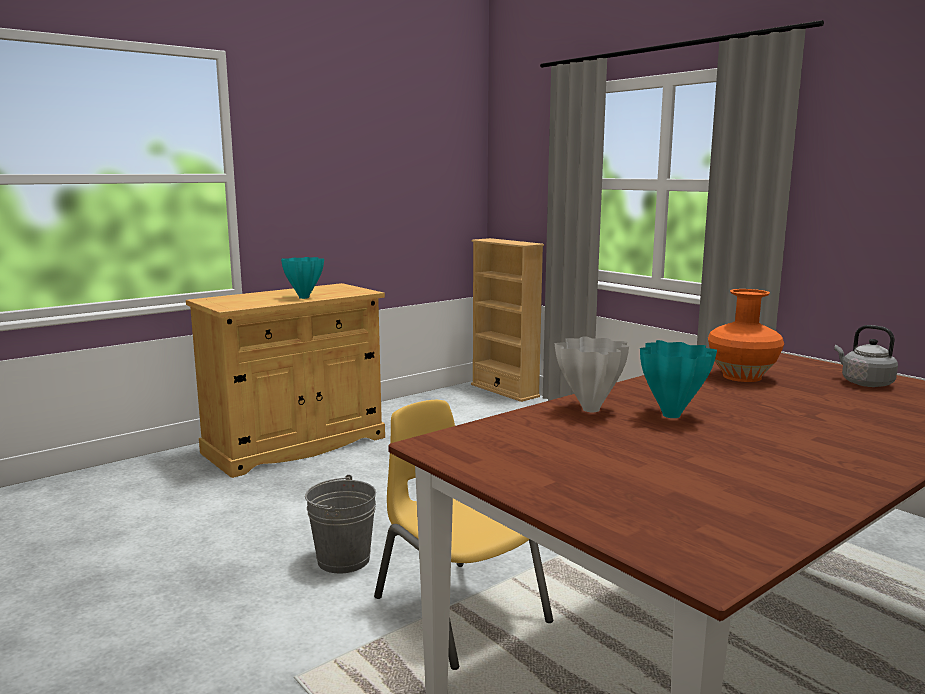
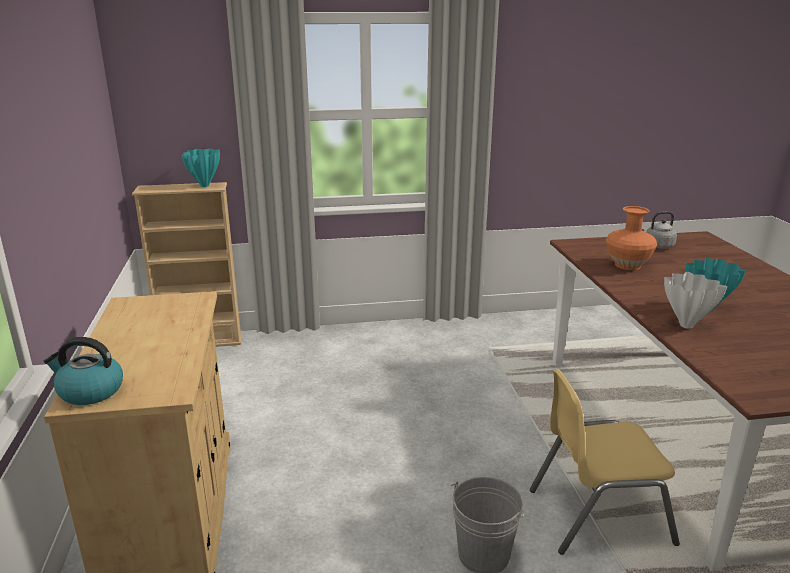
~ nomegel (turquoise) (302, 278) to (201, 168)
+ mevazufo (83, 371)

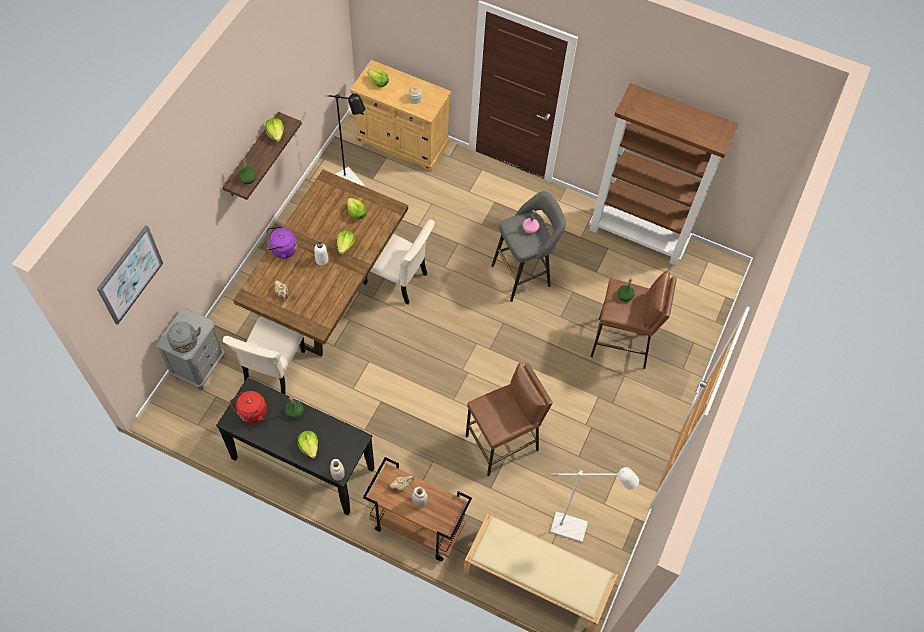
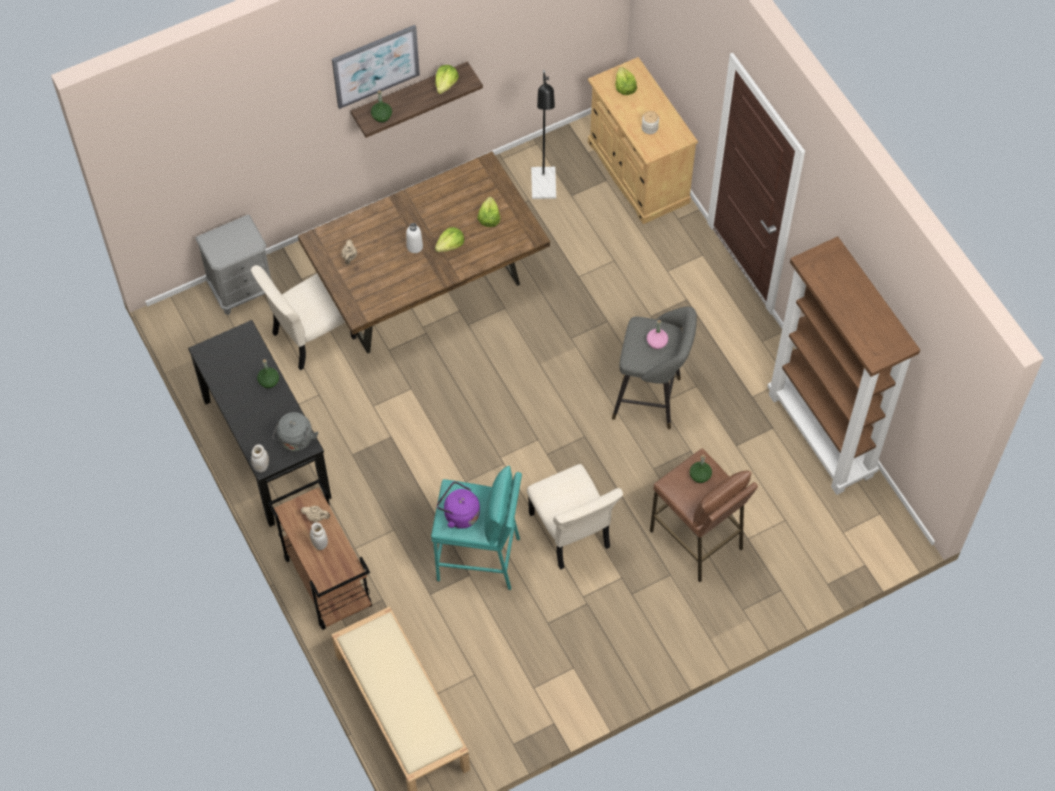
~ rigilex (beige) (399, 262) to (575, 517)
~ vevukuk (130, 275) to (376, 67)
~ mevazufo (purple) (281, 242) to (458, 505)
~ mevazufo (grey) (184, 337) to (295, 431)
~ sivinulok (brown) (509, 419) to sivinulok (turquoise) (476, 528)
- mevazufo (red) (248, 407)
- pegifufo (308, 445)
- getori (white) (594, 504)

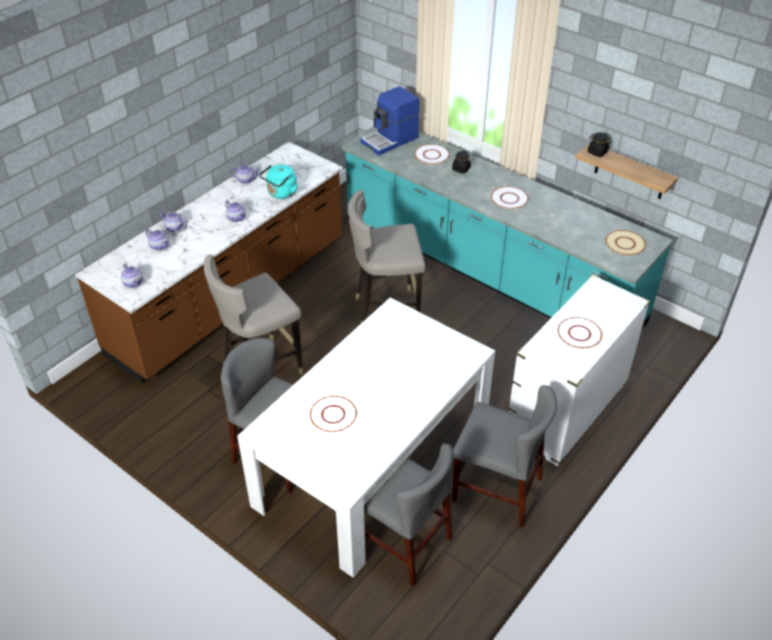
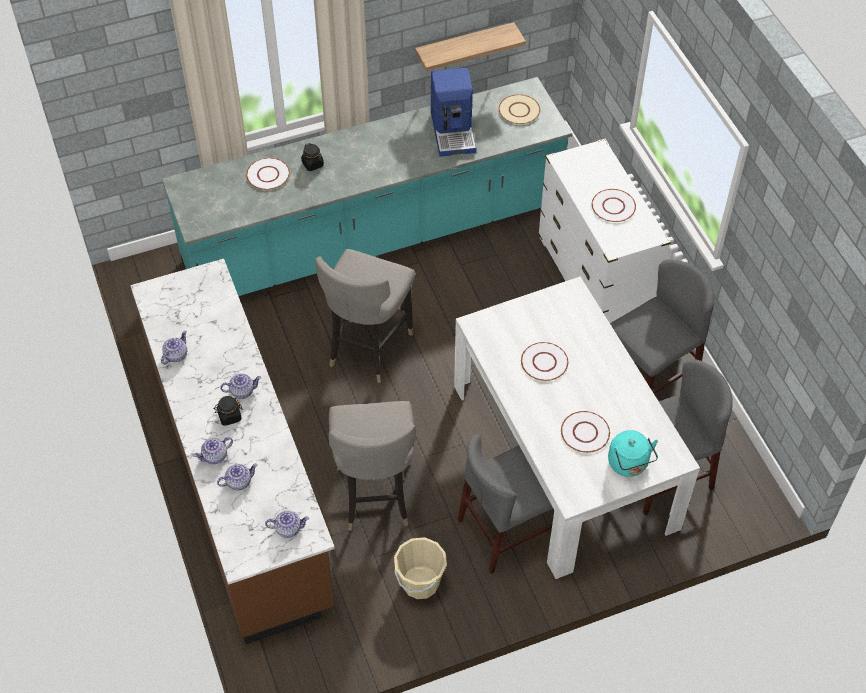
~ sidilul (390, 121) to (453, 112)
~ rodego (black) (599, 144) to (228, 411)
~ mevazufo (turquoise) (278, 182) to (633, 453)
~ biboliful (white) (509, 197) to (544, 361)
+ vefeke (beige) (420, 568)

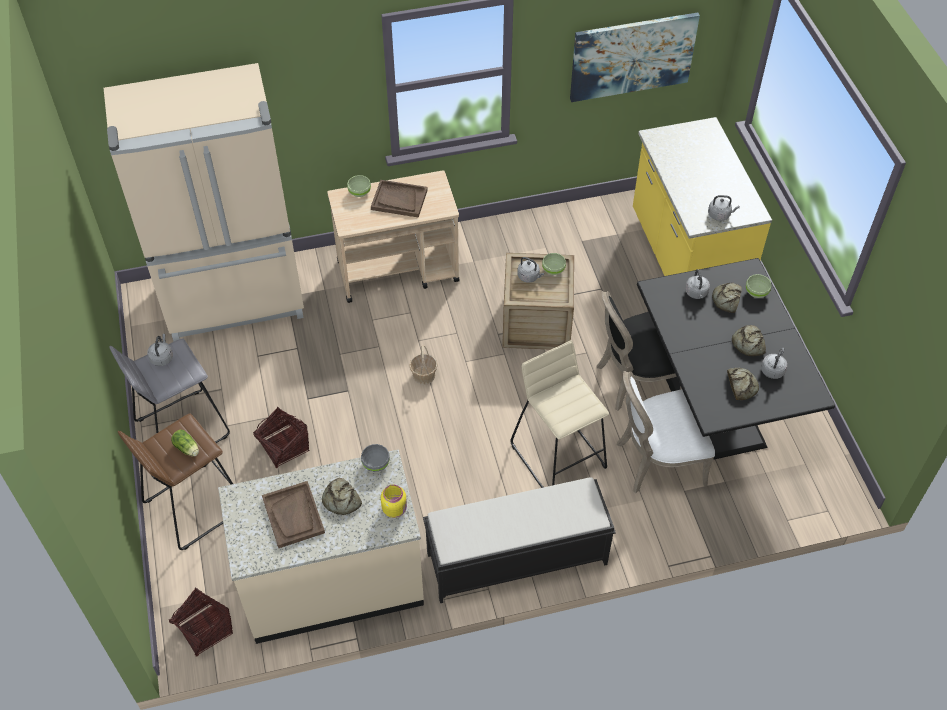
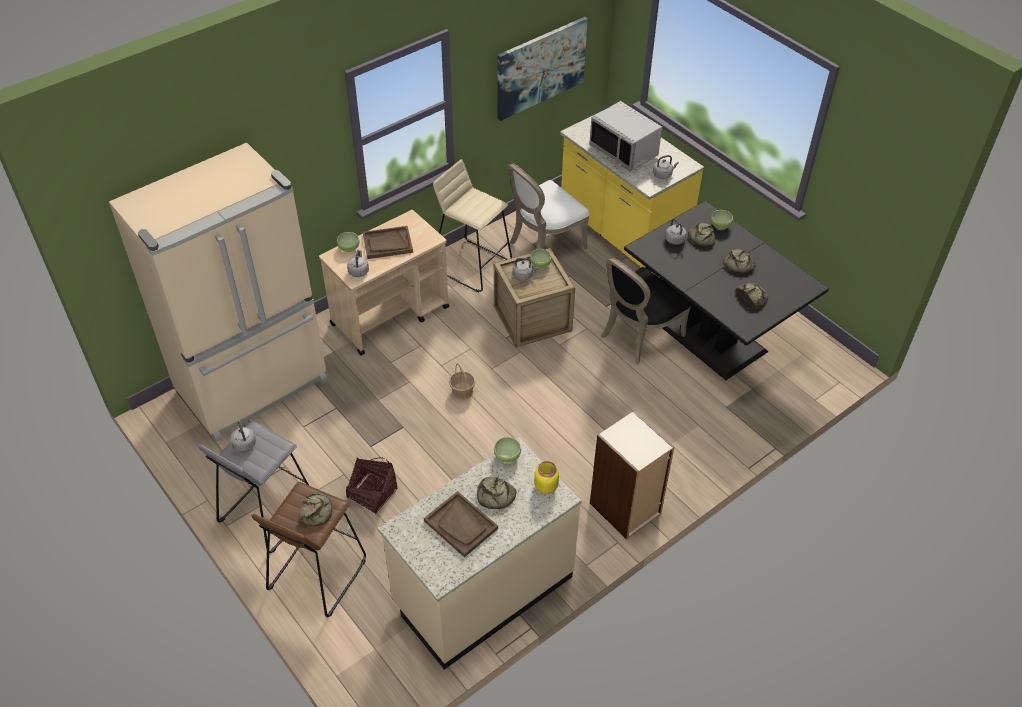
~ sivinulok (beige) (559, 414) to (472, 225)
~ mevazufo (grey) (774, 363) to (358, 263)
~ rigilex (white) (666, 432) to (548, 206)
~ pegifufo (185, 443) to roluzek (315, 509)
~ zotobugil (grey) (375, 458) to zotobugil (green) (507, 450)
~ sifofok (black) (519, 540) to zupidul (632, 475)
- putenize (201, 622)
+ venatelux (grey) (625, 136)

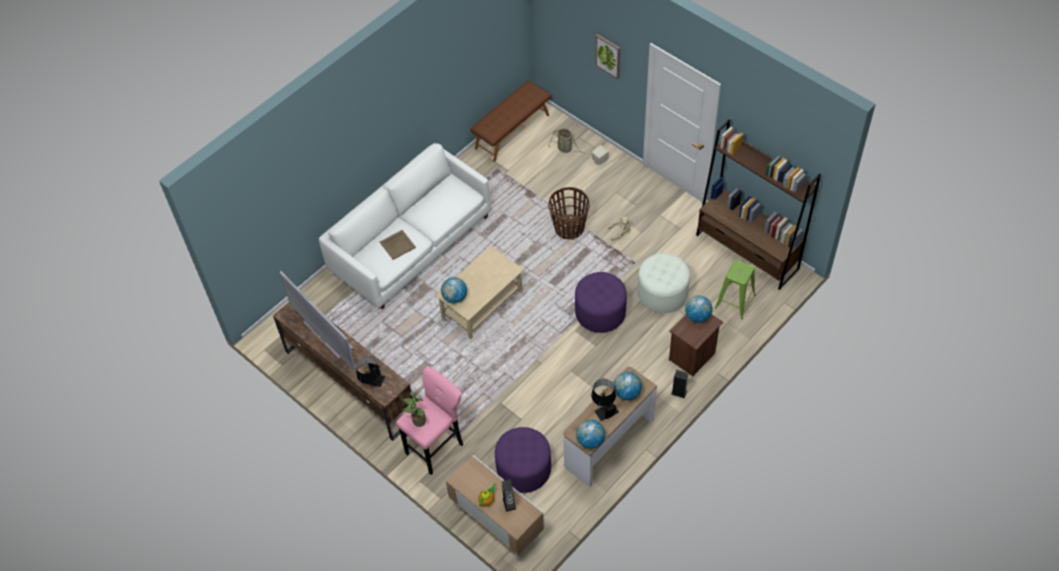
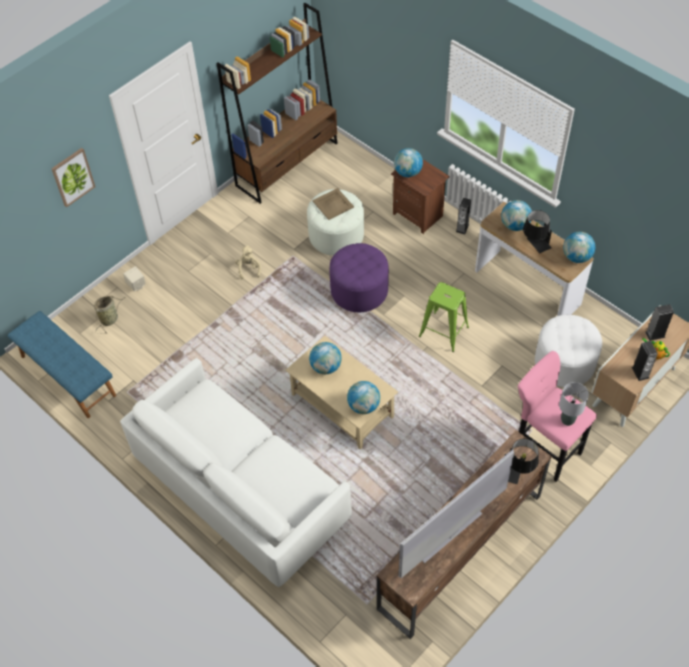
~ sifofok (brown) (510, 121) to sifofok (blue) (62, 364)
- putenize (569, 213)
~ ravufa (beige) (398, 245) to (333, 204)
~ sivinulok (green) (735, 289) to (444, 317)
~ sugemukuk (413, 409) to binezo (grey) (574, 404)
~ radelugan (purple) (523, 460) to radelugan (white) (568, 351)
+ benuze (645, 361)
+ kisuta (325, 358)

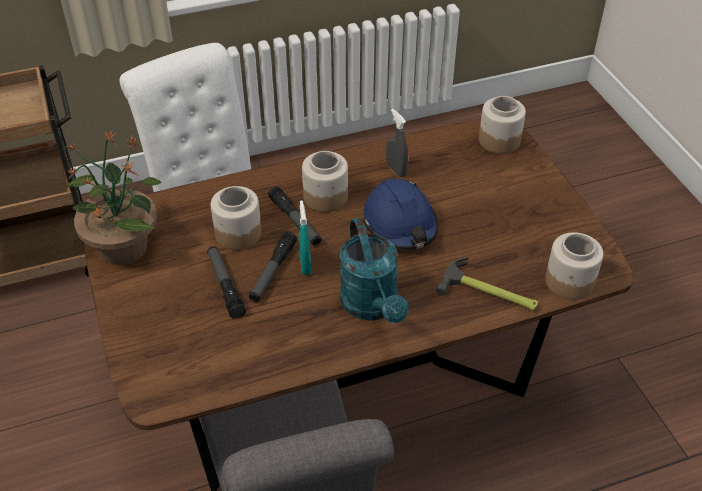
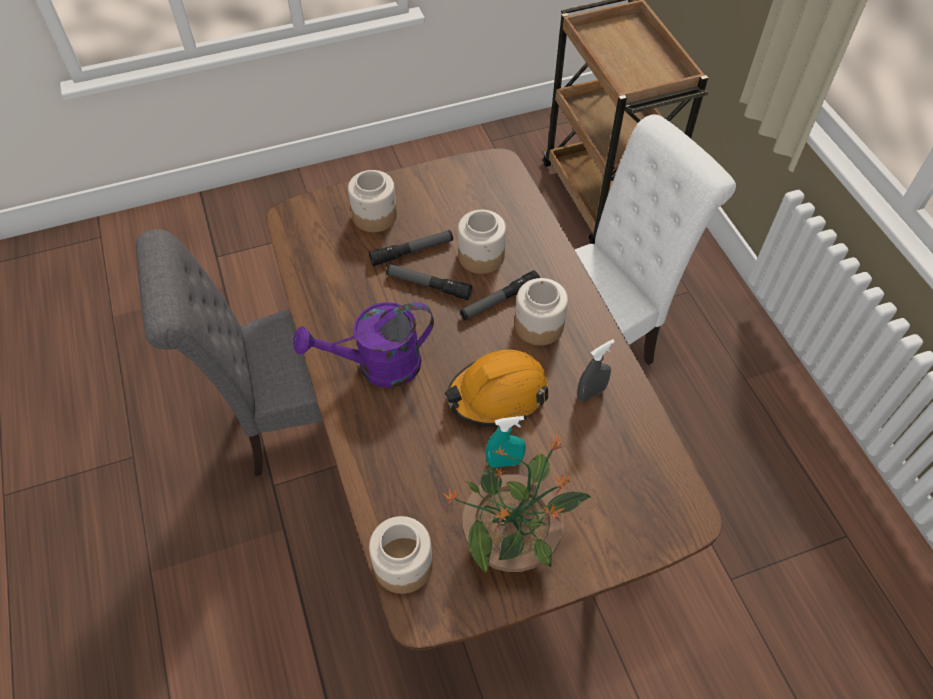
~ rodego (502, 125) to (372, 201)
~ sugemukuk (114, 197) to (517, 503)
~ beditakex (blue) (400, 214) to beditakex (orange) (496, 388)
~ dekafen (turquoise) (305, 237) to (506, 442)
~ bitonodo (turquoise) (374, 270) to bitonodo (purple) (363, 345)
- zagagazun (487, 284)

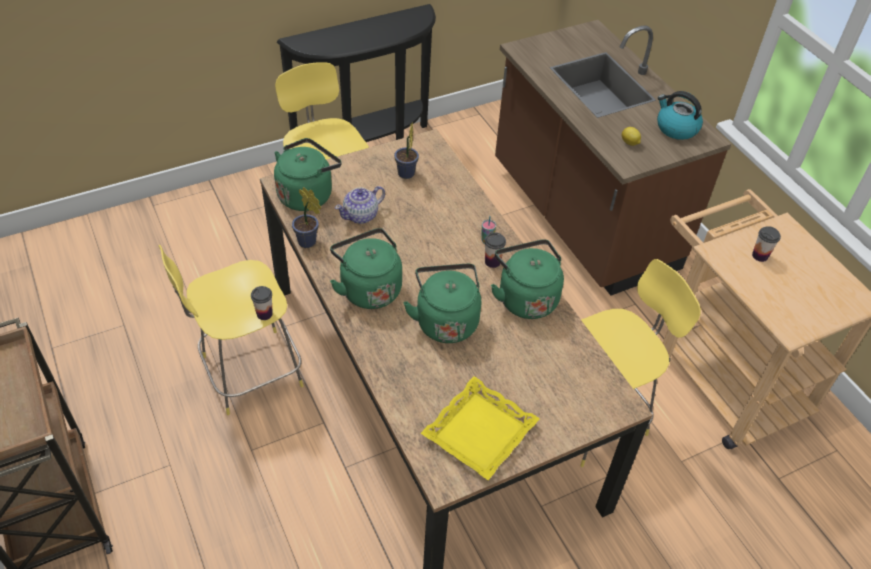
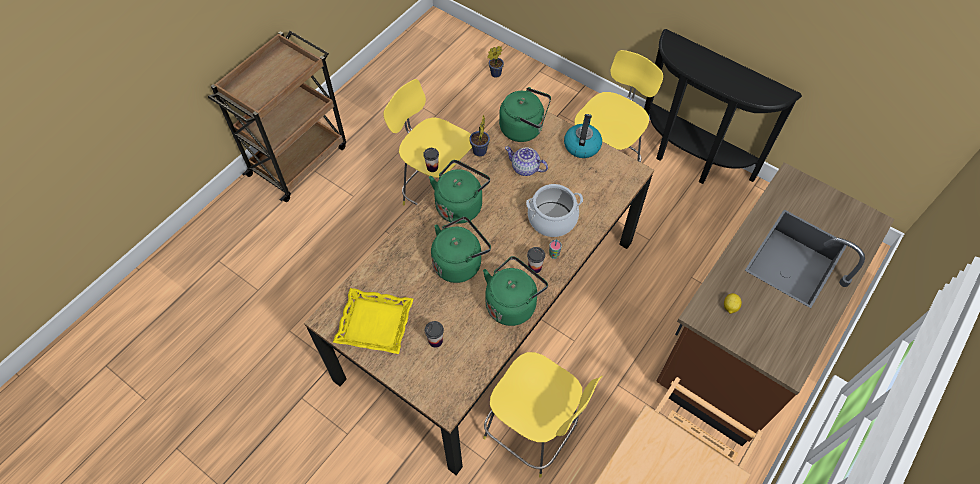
~ mevazufo (680, 115) to (583, 136)
~ sugemukuk (406, 150) to (495, 62)
~ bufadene (766, 244) to (434, 334)
+ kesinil (554, 210)

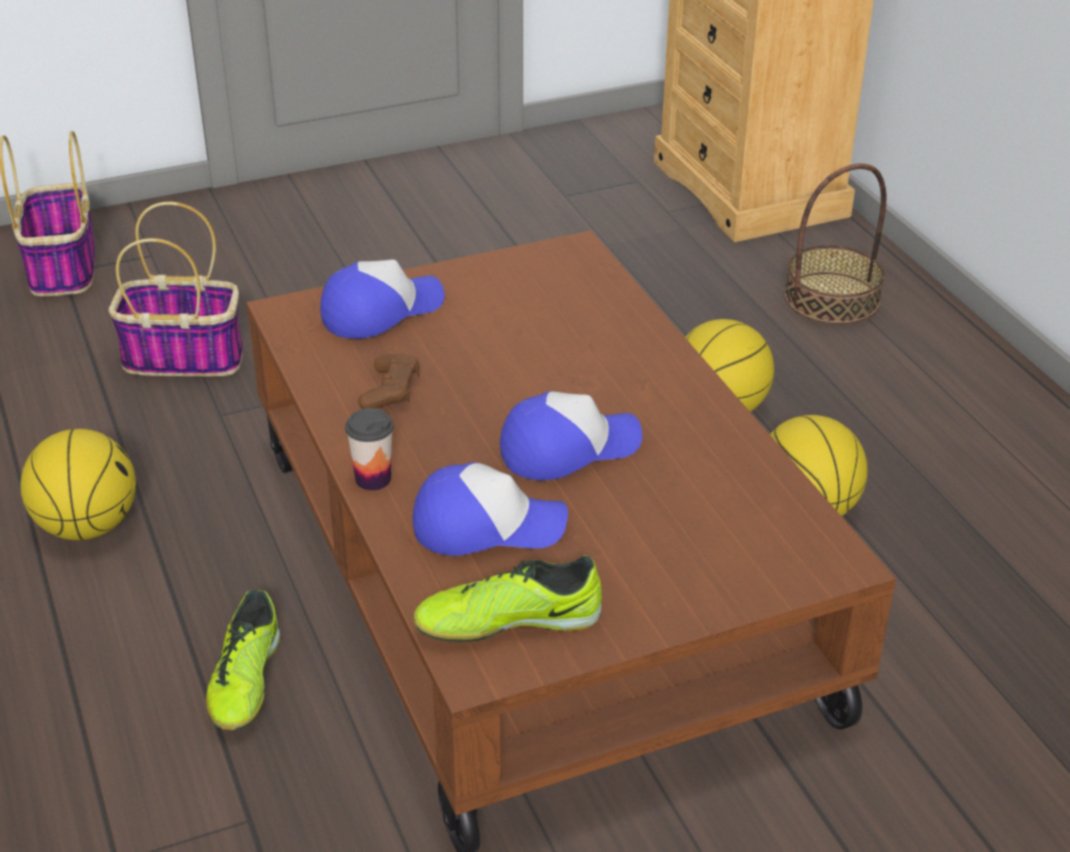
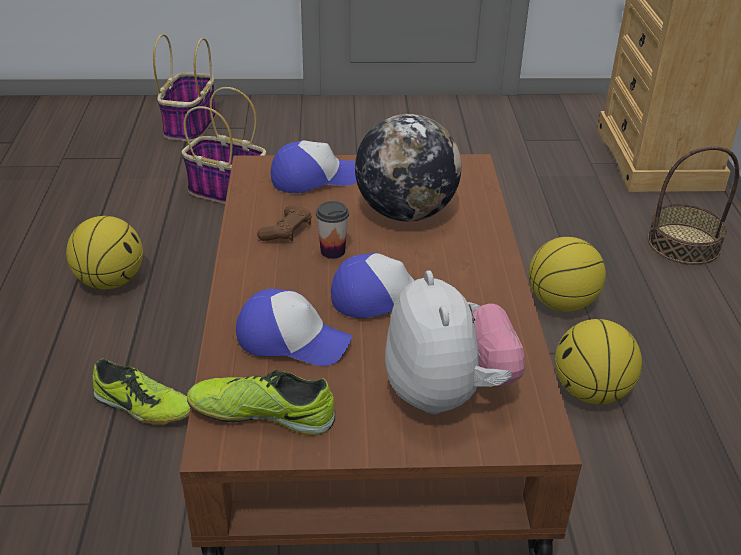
~ bufadene (369, 449) to (332, 230)
~ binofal (243, 660) = (141, 391) 90 degrees counterclockwise
+ kisuta (408, 168)
+ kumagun (455, 342)

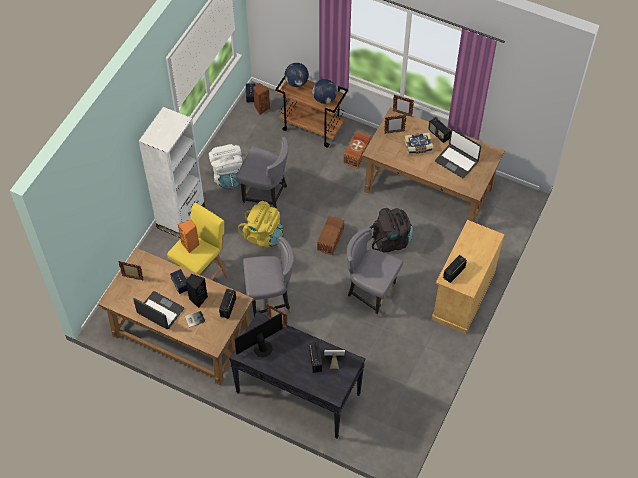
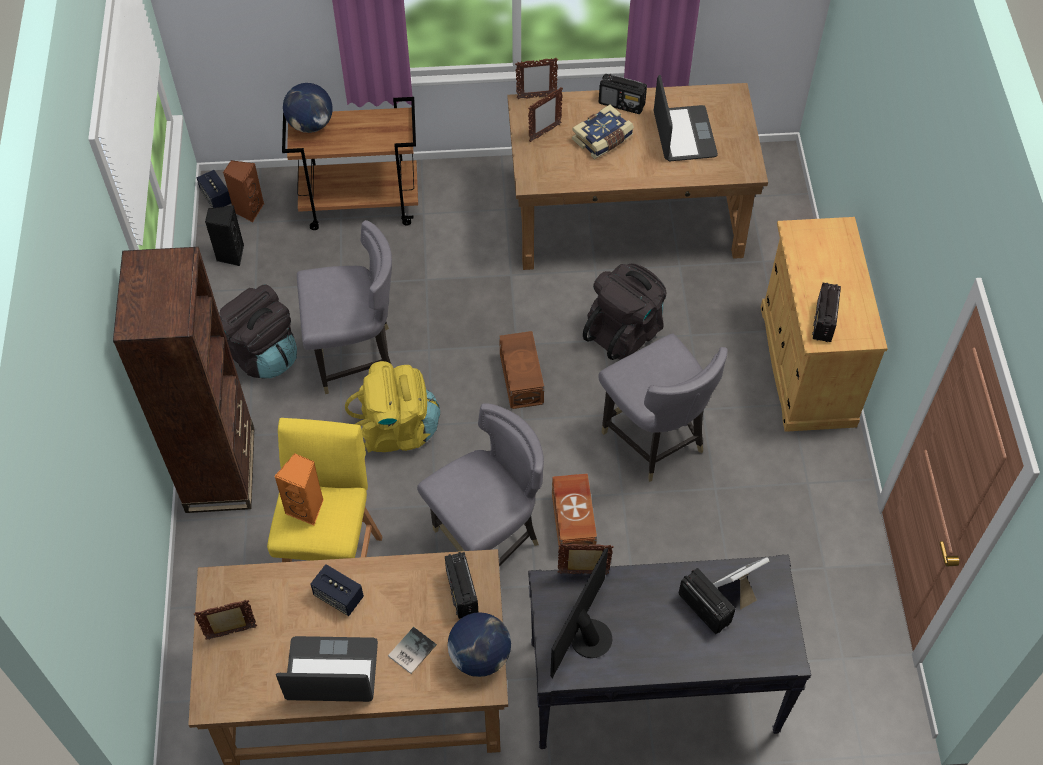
~ kisuta (325, 91) to (479, 644)
~ zupidul (white) (172, 172) to zupidul (brown) (183, 380)
~ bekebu (458, 153) = (686, 118) 105 degrees counterclockwise
~ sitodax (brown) (357, 150) to (574, 511)
~ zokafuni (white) (225, 166) to zokafuni (black) (258, 331)
~ rigilex (grey) (375, 272) = (662, 407) 120 degrees counterclockwise
~ benuze (black) (197, 291) to (224, 236)

